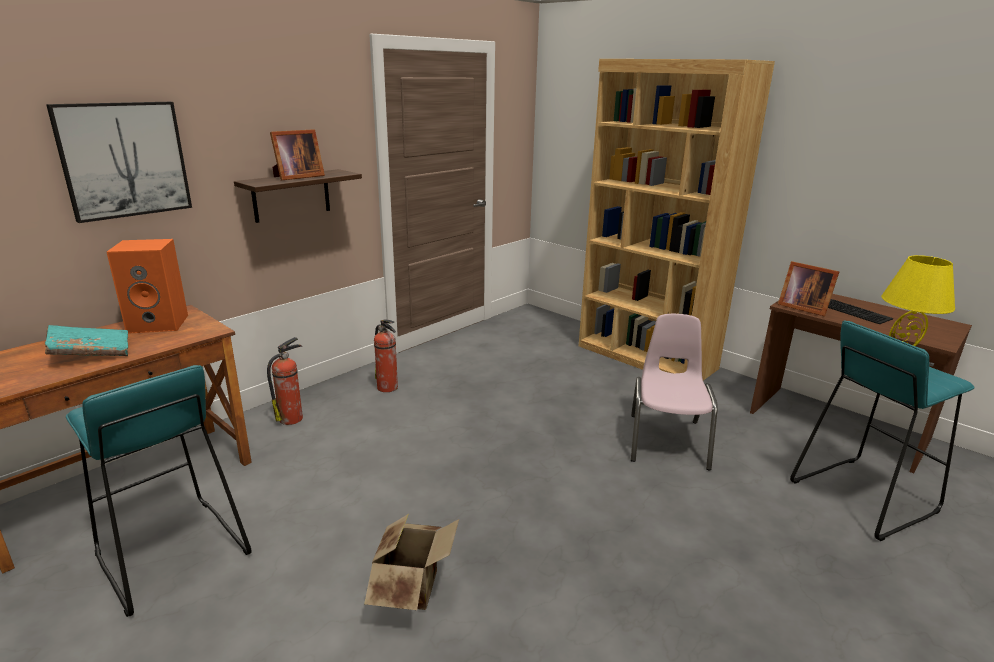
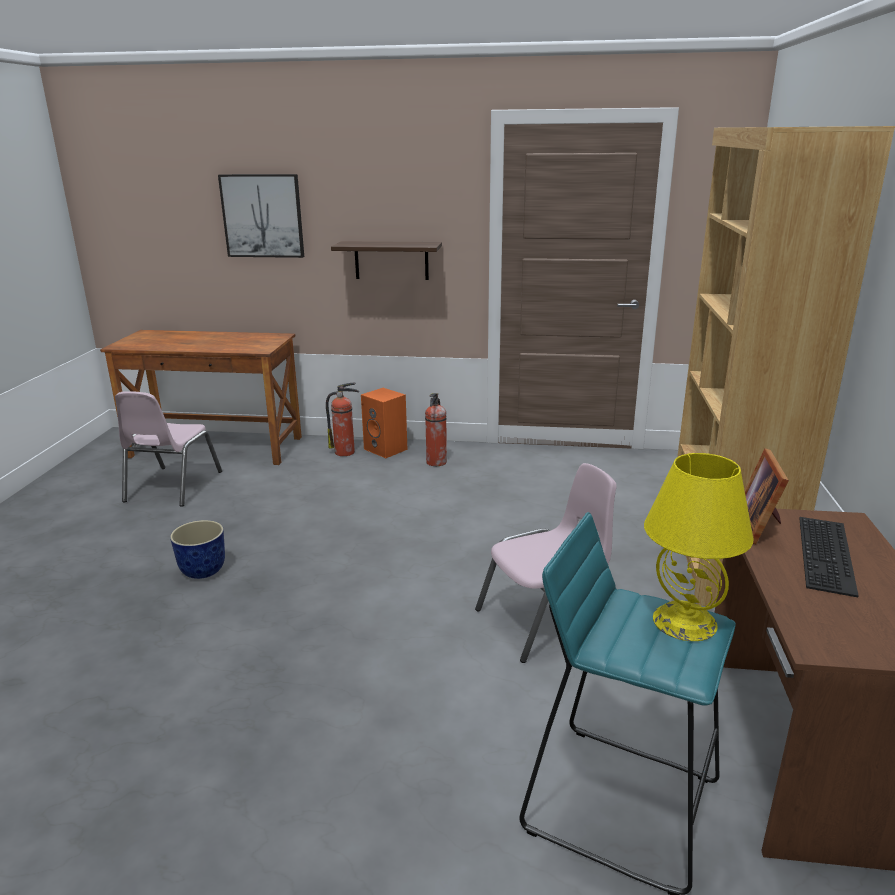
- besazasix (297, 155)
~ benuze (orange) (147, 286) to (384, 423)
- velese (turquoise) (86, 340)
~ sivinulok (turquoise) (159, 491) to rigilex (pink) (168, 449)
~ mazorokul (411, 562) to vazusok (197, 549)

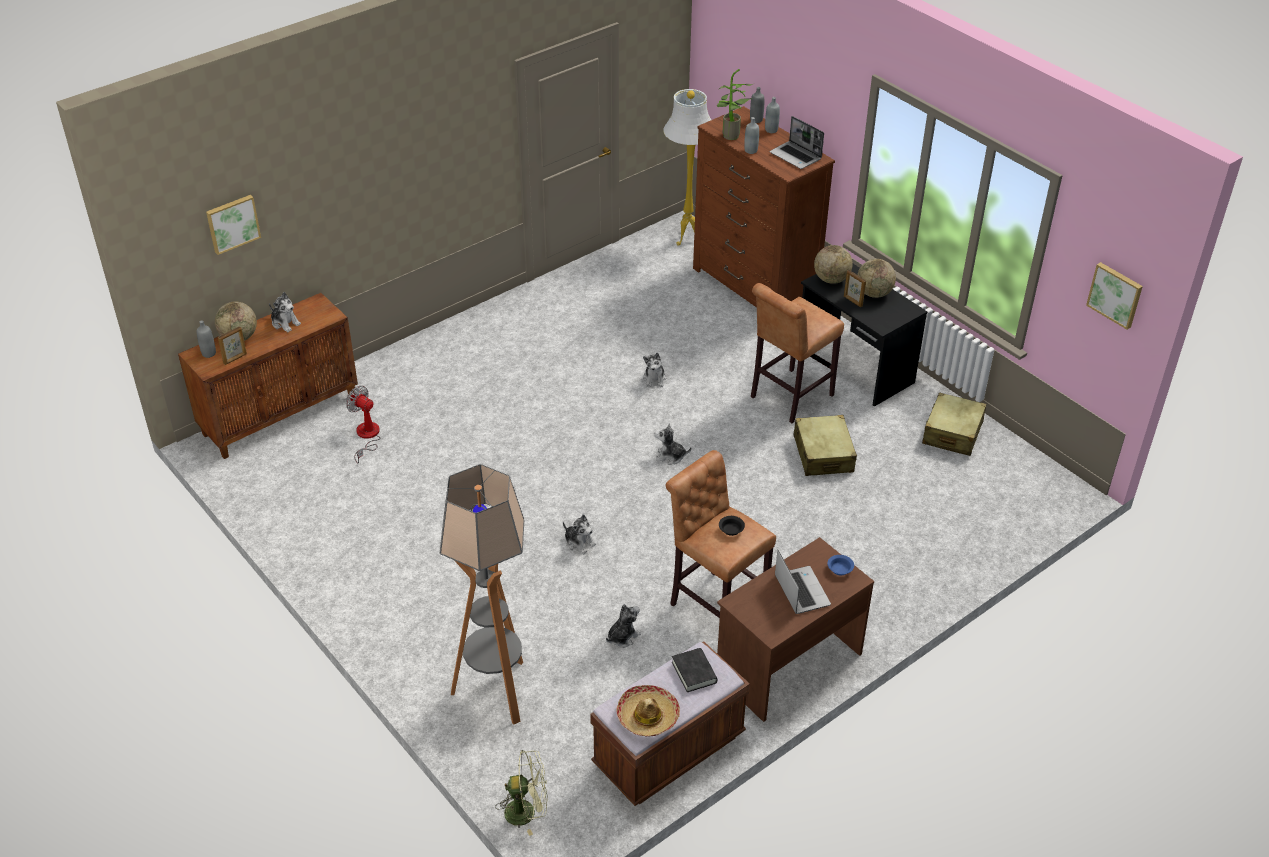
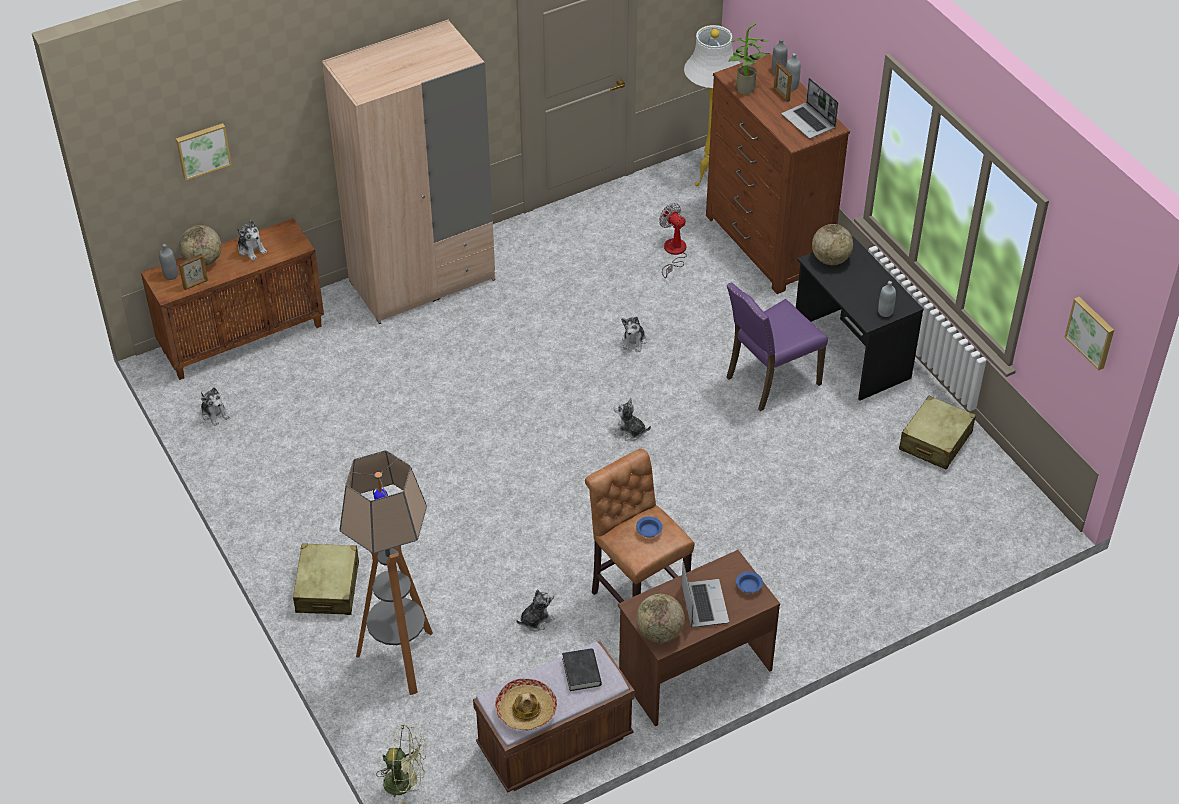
~ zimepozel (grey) (751, 135) to (887, 299)
~ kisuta (876, 278) to (660, 618)
~ besazasix (855, 288) to (783, 81)
~ sivinulok (brown) (797, 353) to rigilex (purple) (777, 347)
~ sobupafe (363, 424) to (673, 240)
~ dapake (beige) (825, 445) to (326, 579)
~ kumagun (579, 534) to (215, 406)
~ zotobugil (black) (732, 526) to zotobugil (blue) (649, 526)
+ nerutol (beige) (408, 171)

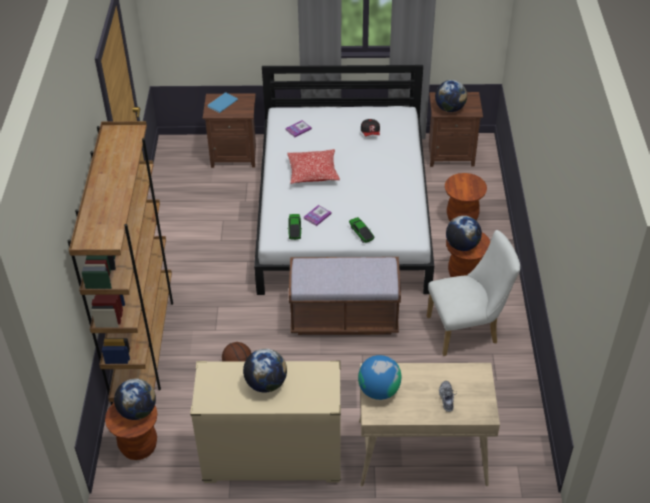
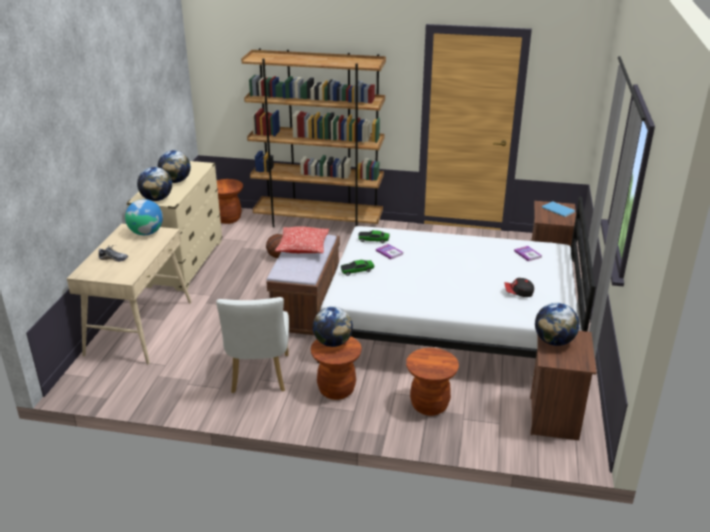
~ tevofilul (313, 166) to (302, 239)
~ kisuta (135, 399) to (154, 184)

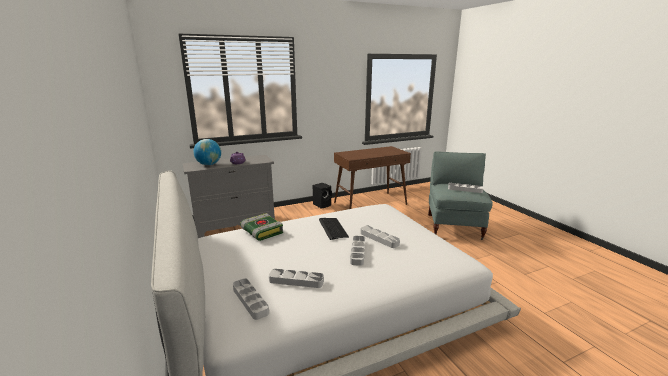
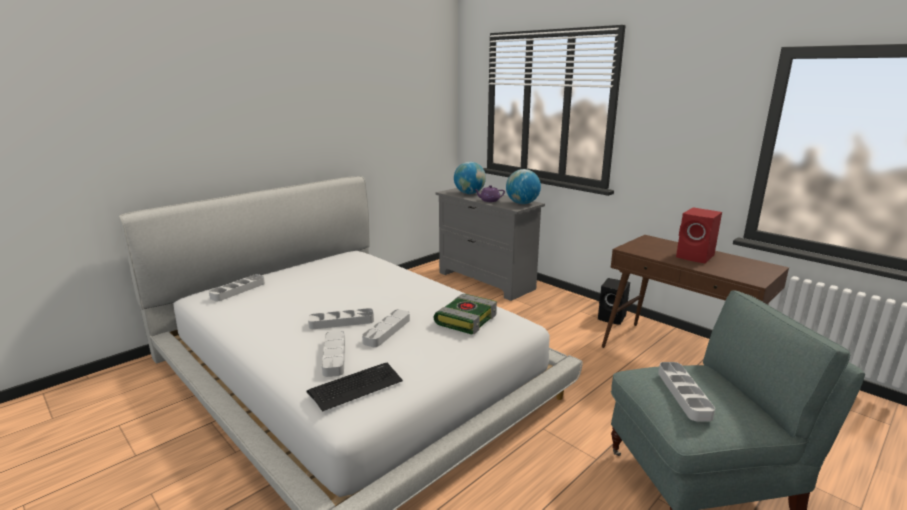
~ velese (261, 227) to (465, 314)
~ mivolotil (334, 229) to (354, 387)
~ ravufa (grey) (296, 278) to (333, 354)
+ kisuta (523, 186)
+ benuze (red) (699, 235)

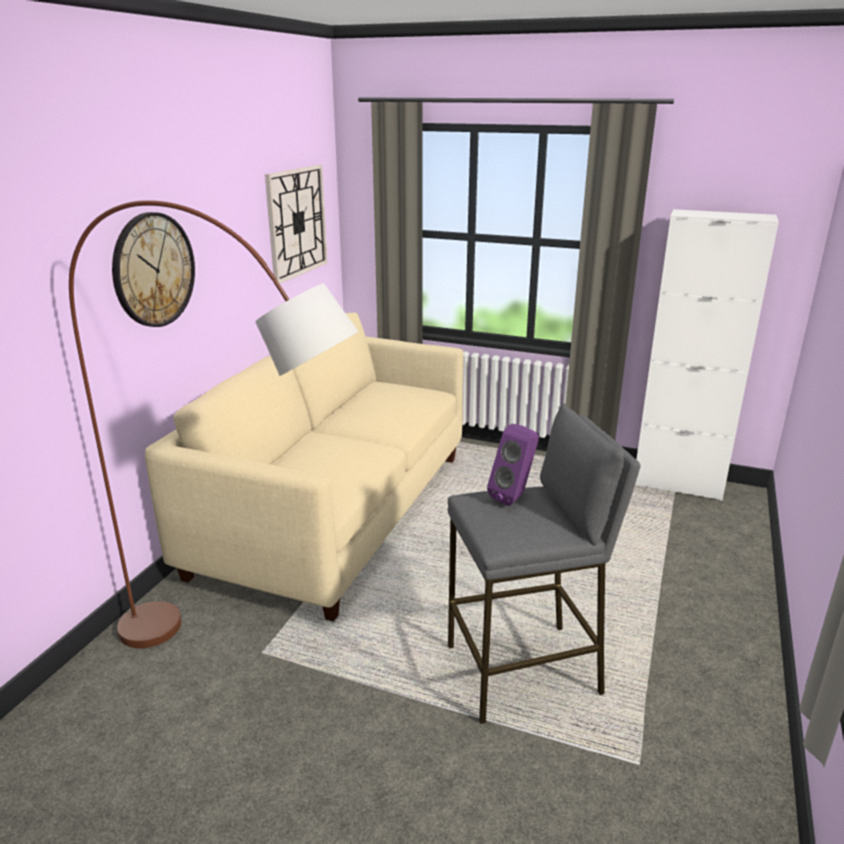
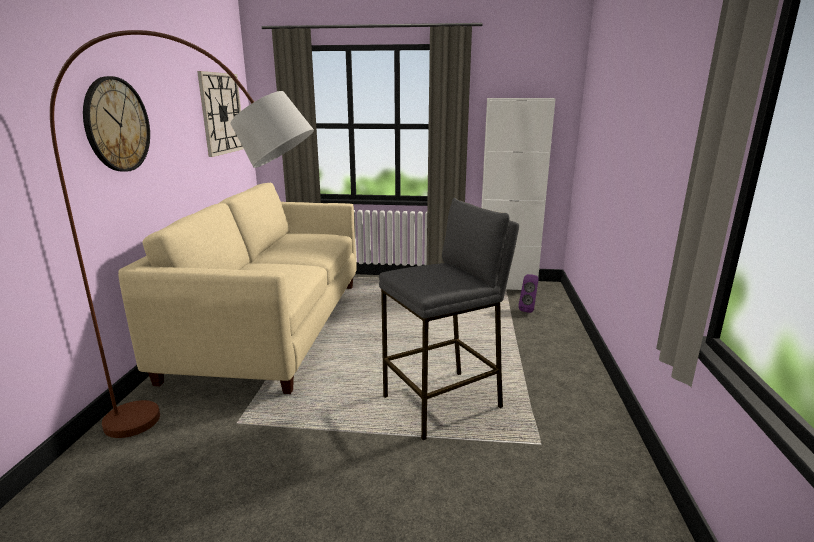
~ benuze (purple) (513, 465) to (528, 293)

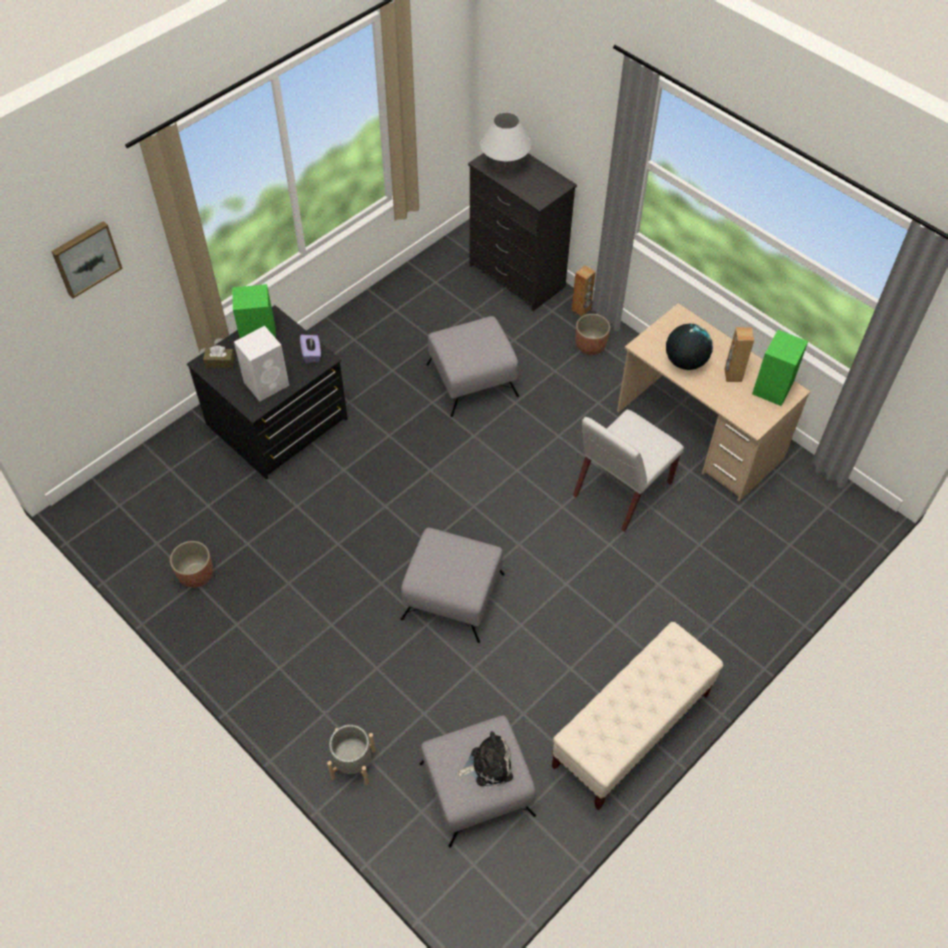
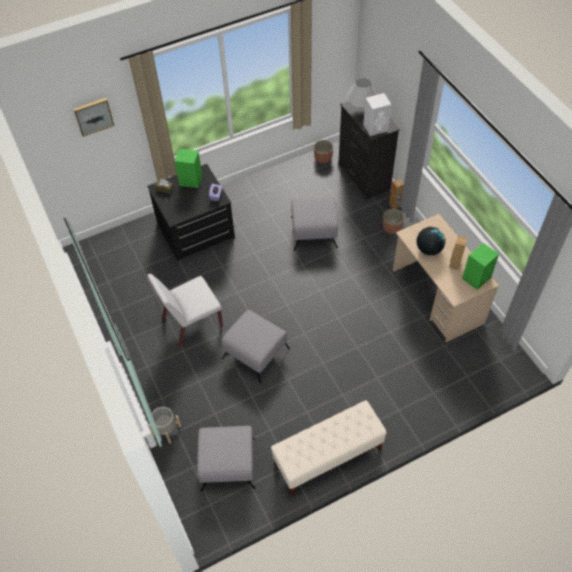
~ benuze (white) (261, 364) to (377, 114)
~ rigilex (white) (628, 470) to (185, 311)
~ vazusok (191, 564) to (323, 152)
- kumagun (485, 758)

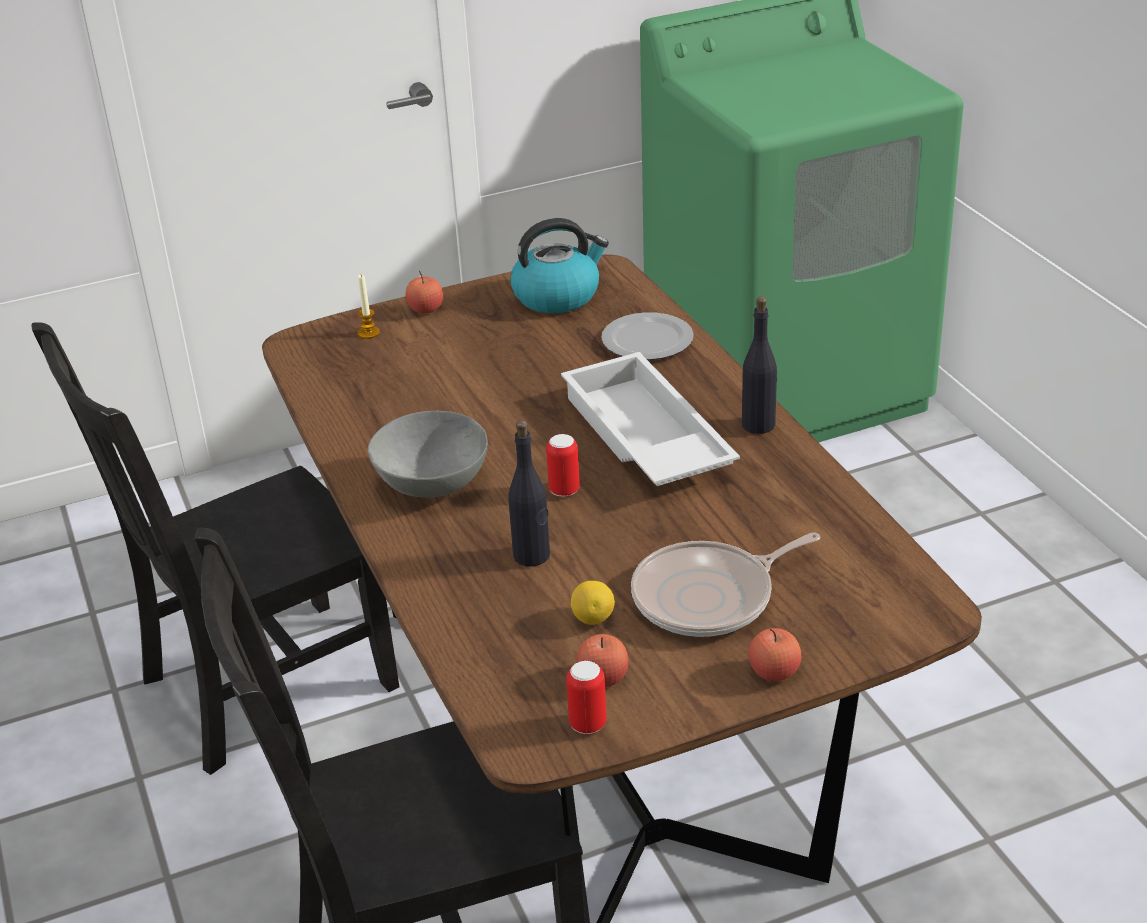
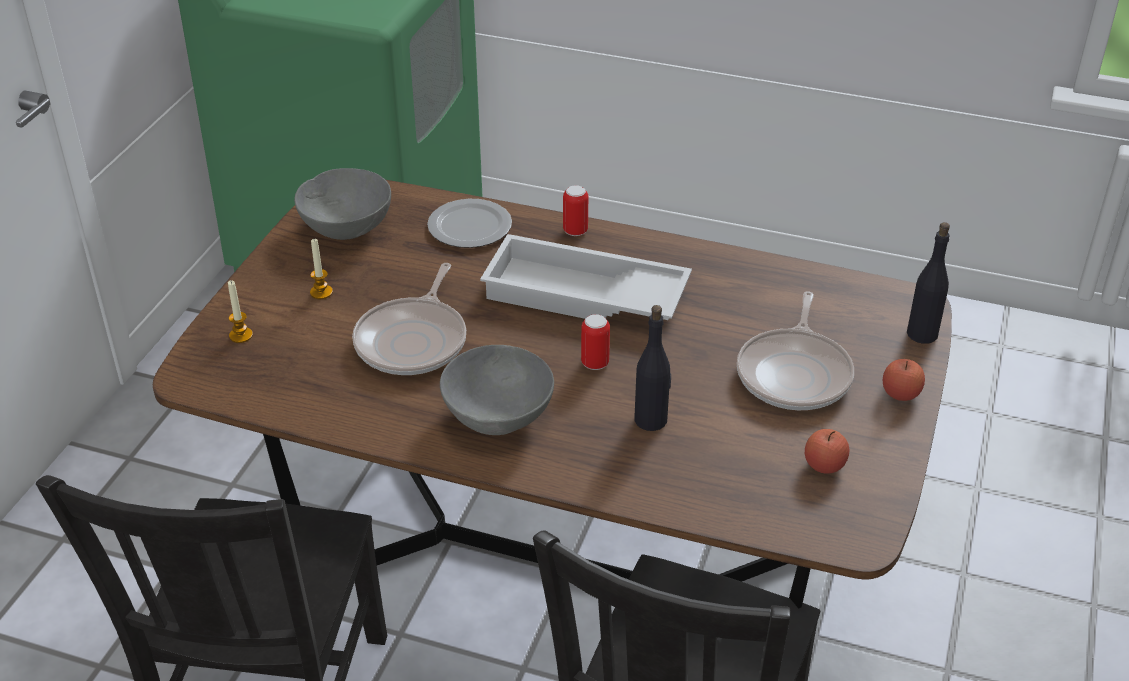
~ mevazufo (559, 265) to zotobugil (grey) (342, 204)
- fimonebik (424, 292)
~ zimepozel (black) (759, 365) to (928, 283)
- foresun (593, 603)
~ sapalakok (586, 697) to (575, 210)
+ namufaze (321, 269)
+ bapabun (409, 319)

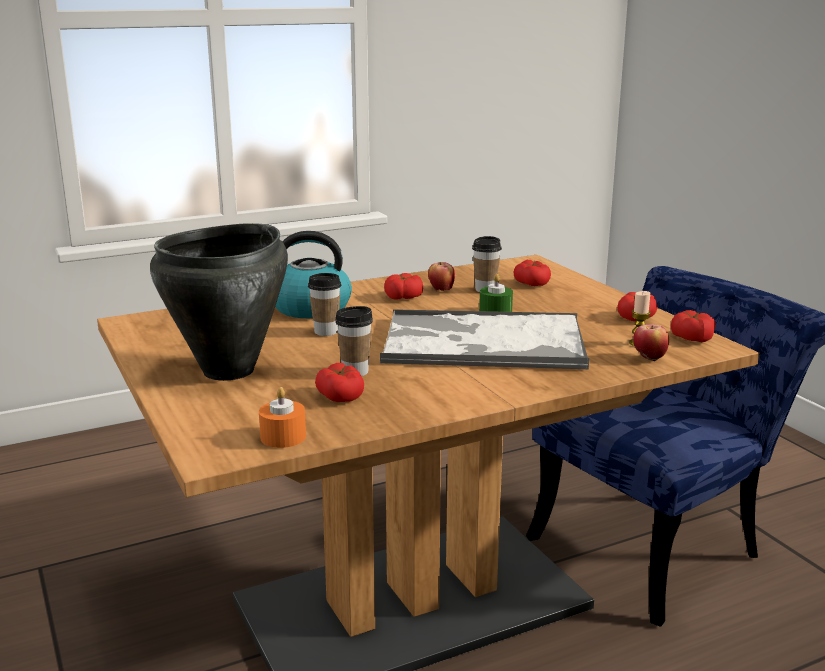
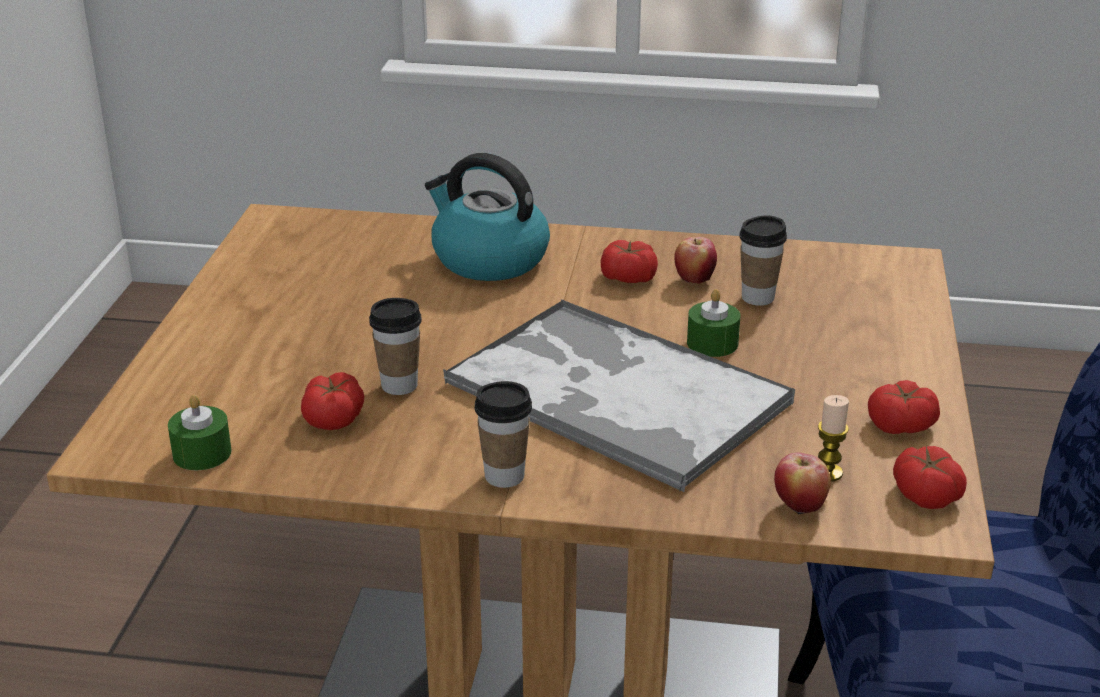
- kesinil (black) (219, 302)
- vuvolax (532, 273)
~ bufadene (324, 304) to (503, 434)
~ namufaze (orange) (282, 417) to namufaze (green) (200, 432)

